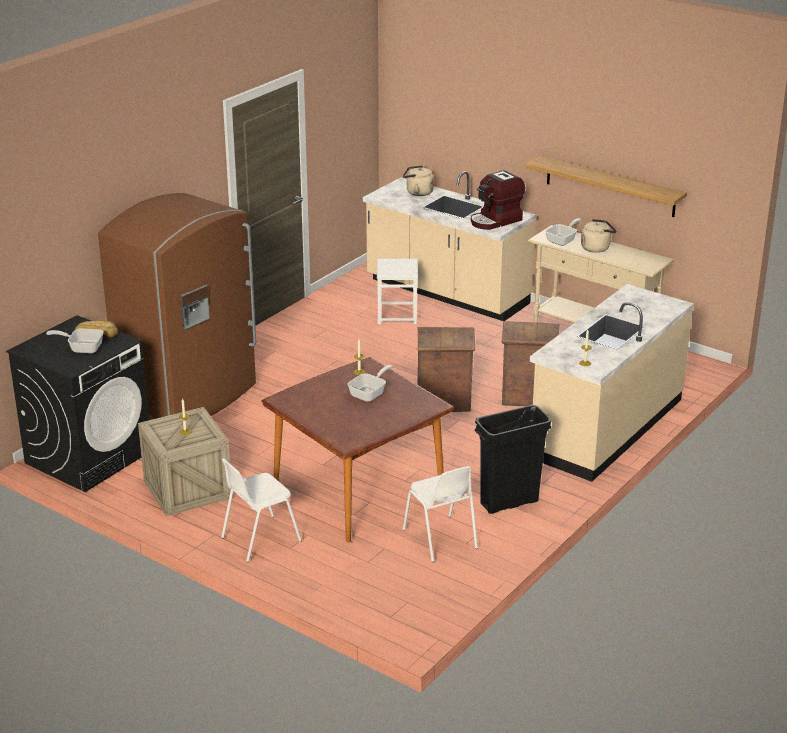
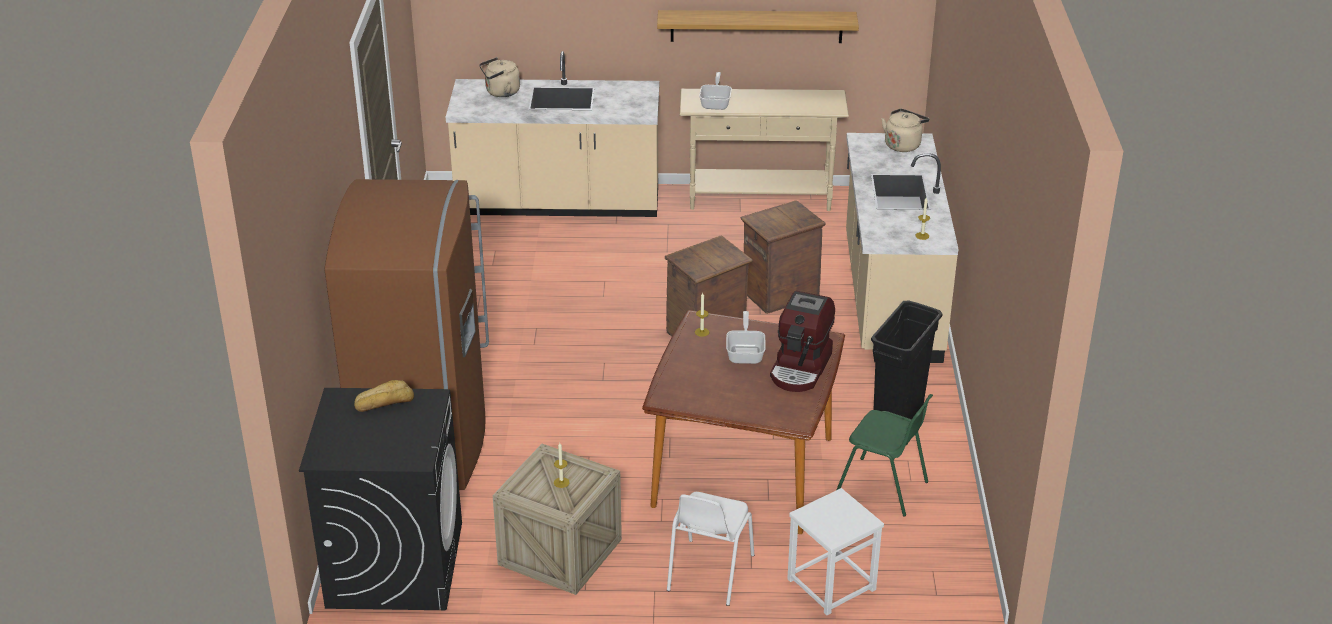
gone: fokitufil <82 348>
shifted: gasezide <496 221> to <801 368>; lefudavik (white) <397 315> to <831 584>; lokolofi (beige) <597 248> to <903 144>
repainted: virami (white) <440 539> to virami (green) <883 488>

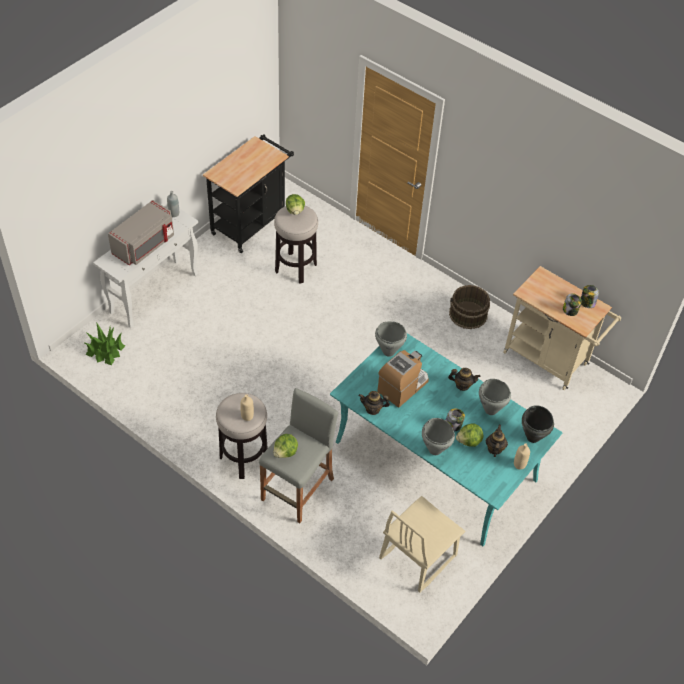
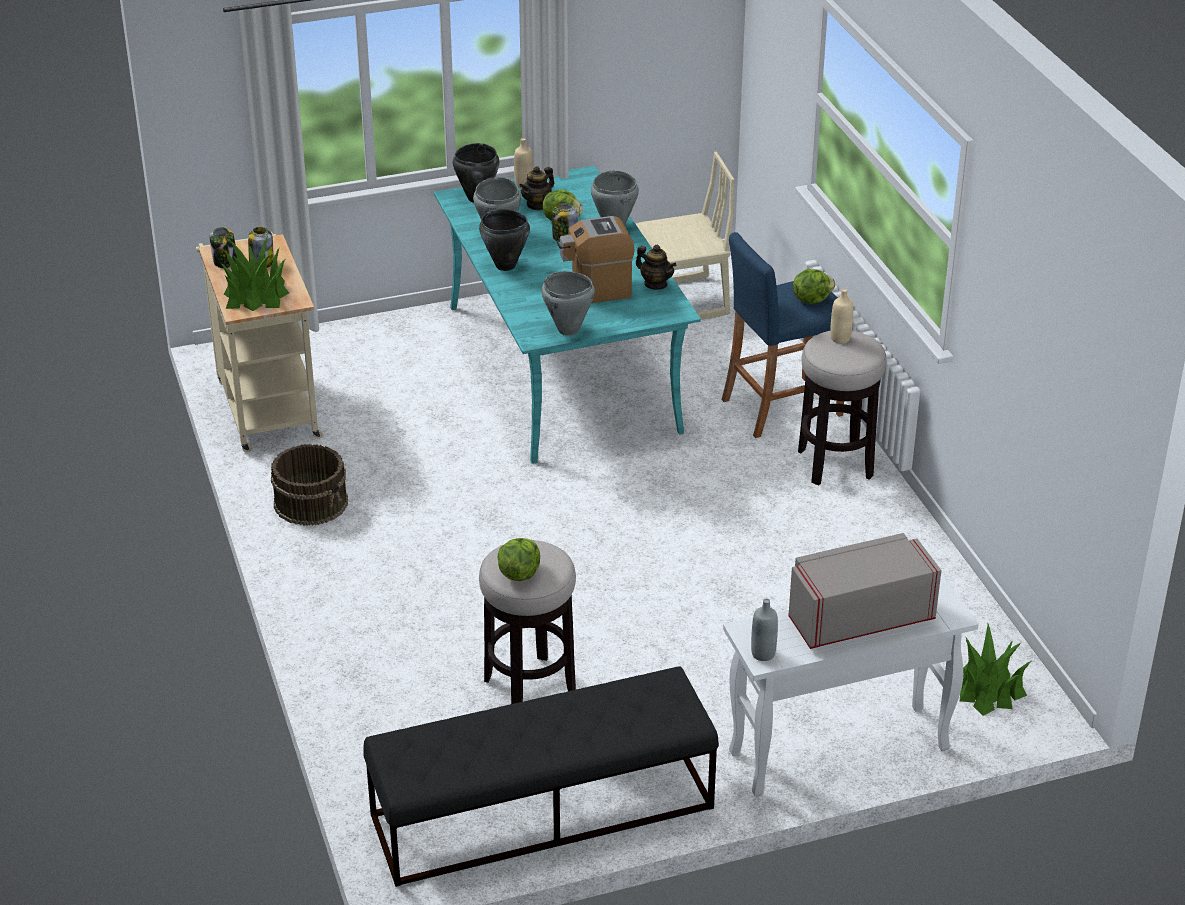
new: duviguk <255 294>
swapped: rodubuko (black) <251 222> to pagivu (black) <541 812>; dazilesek <462 385> to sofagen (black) <505 266>
repainted: lefudavik (grey) <298 489> to lefudavik (blue) <781 407>

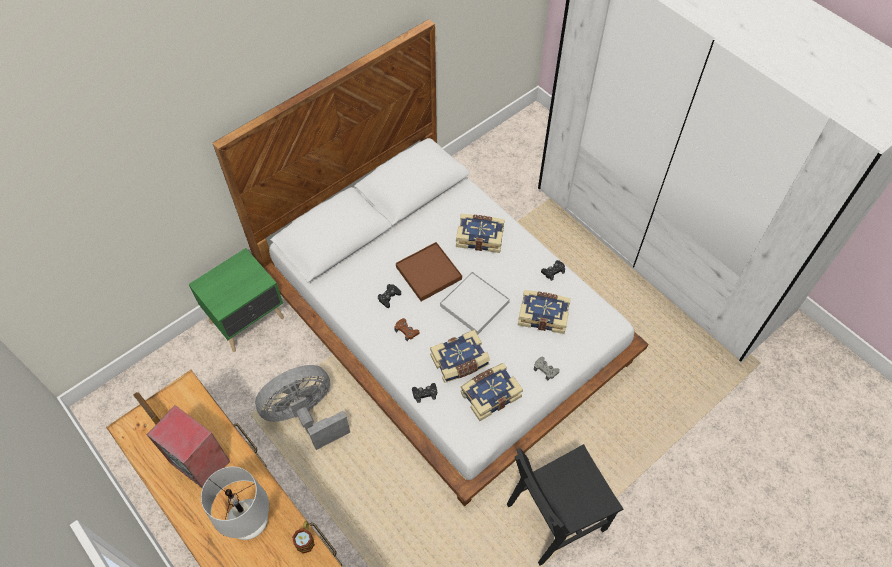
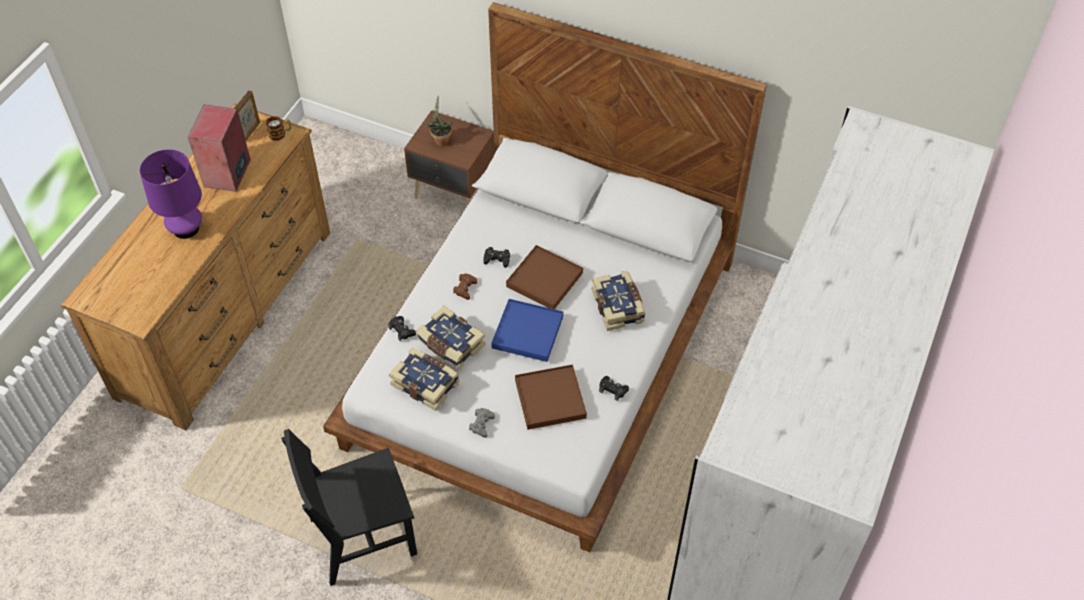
gone: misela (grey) <306 416>
new: duviguk <440 140>
shifted: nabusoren <306 539> to <280 134>
swapped: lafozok <543 314> to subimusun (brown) <550 399>
repainted: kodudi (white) <250 523> to kodudi (purple) <186 228>; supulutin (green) <249 320> to supulutin (brown) <454 193>; subimusun (white) <474 304> to subimusun (blue) <528 332>
rotated: virami (black) <555 517> = <362 536> 60 degrees counterclockwise

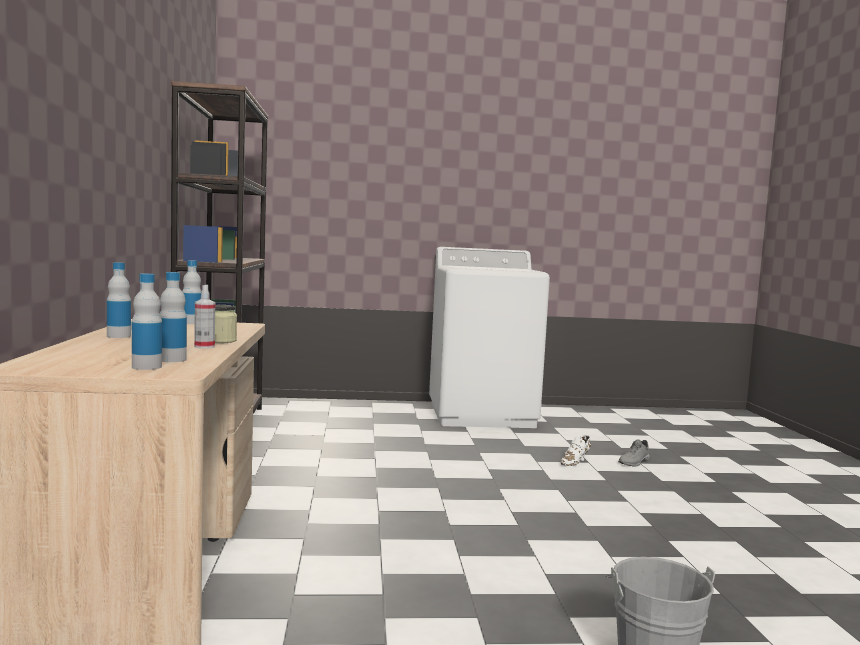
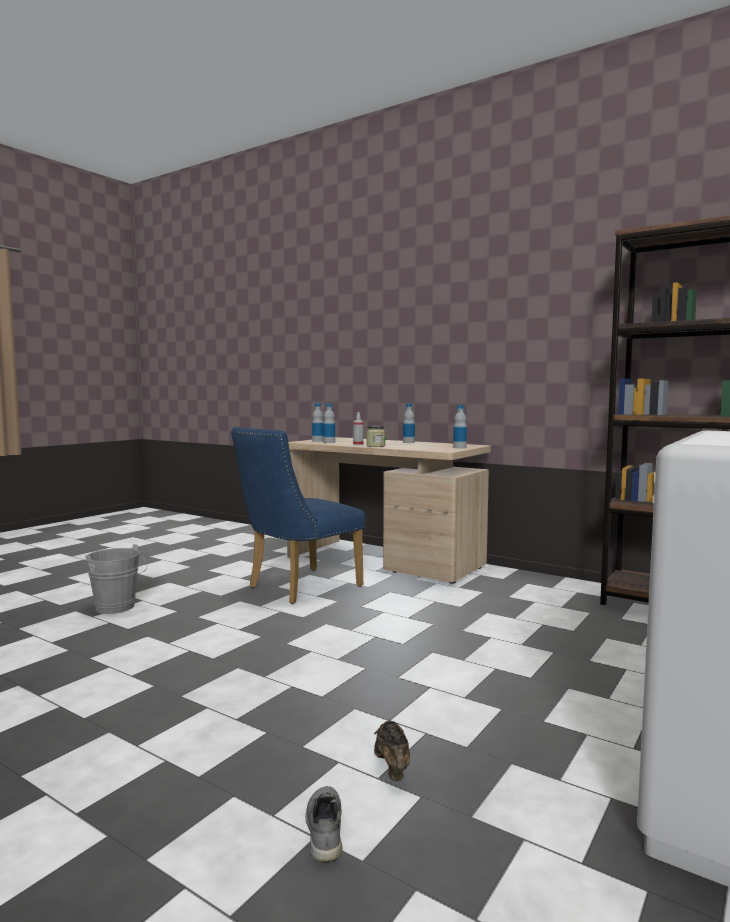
new: virami (blue) <297 588>
repainted: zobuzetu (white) <575 462> to zobuzetu (brown) <391 765>

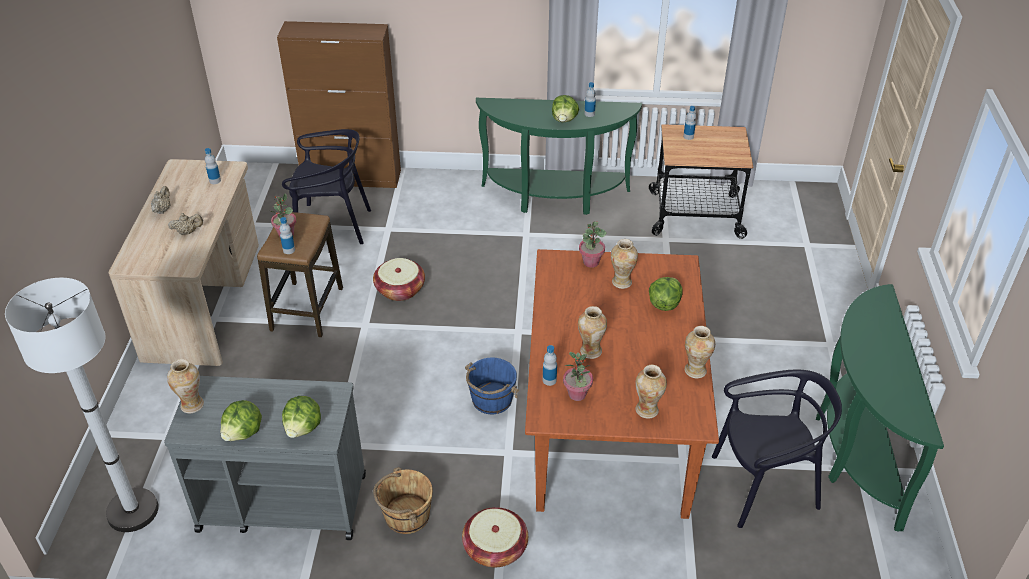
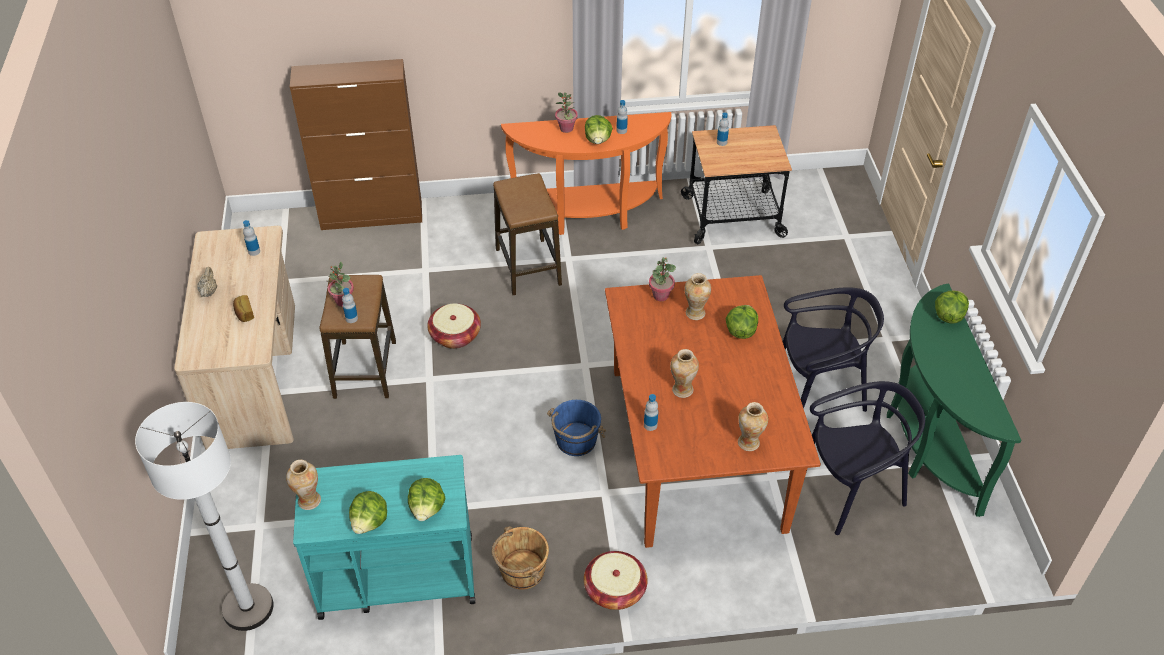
gone: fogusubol <695 371>
new: lefudavik <528 267>; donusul <948 316>
shifted: duviguk <577 394> to <566 128>; virami (black) <332 226> to <818 391>
swapped: dazilesek (beige) <188 232> to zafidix <244 313>
repainted: rodubuko (grey) <281 502> to rodubuko (turquoise) <395 576>; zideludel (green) <555 198> to zideludel (orange) <588 215>

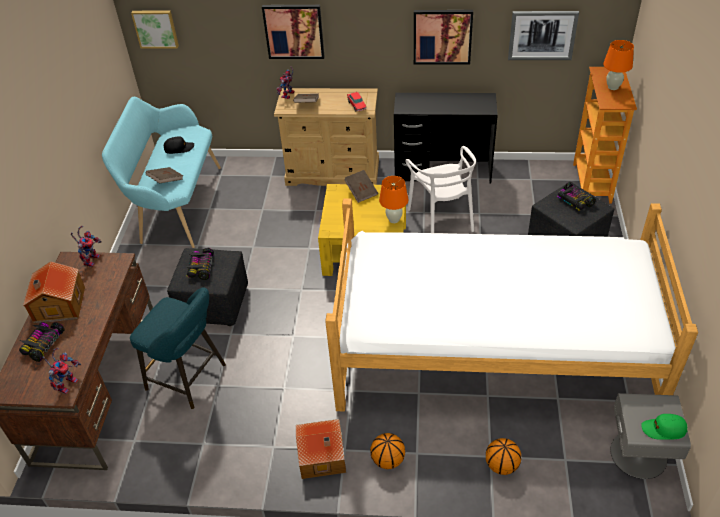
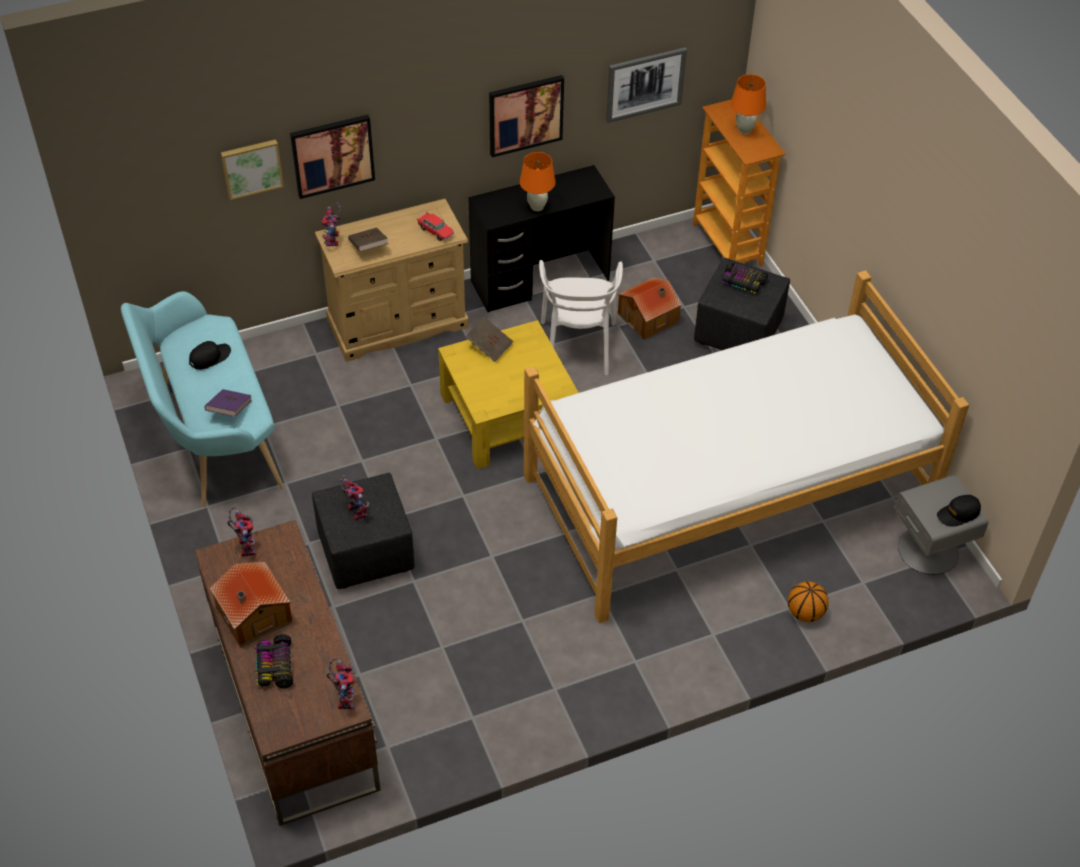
gone: lefudavik (turquoise) <190 379>; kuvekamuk <388 460>
shifted: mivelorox <155 28> to <251 167>; kodudi (orange) <394 220> to <537 207>; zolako <322 457> to <649 318>
swapped: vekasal <200 268> to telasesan <355 510>
repainted: lafozok (brown) <166 181> to lafozok (purple) <229 410>; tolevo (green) <663 429> to tolevo (black) <958 514>
rotated: virami (white) <442 219> = <578 347> 45 degrees clockwise

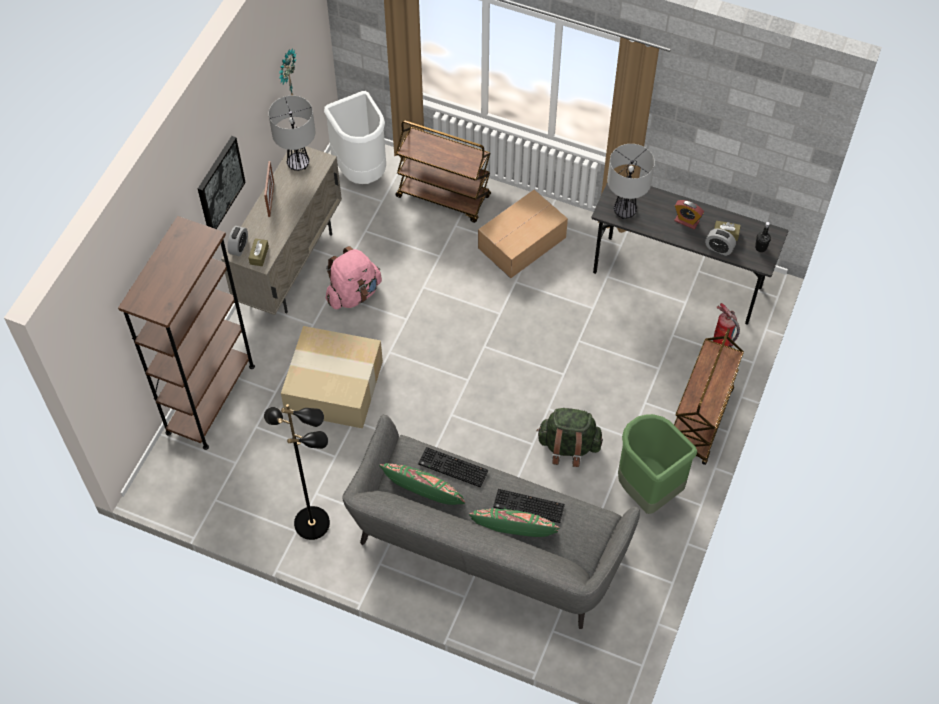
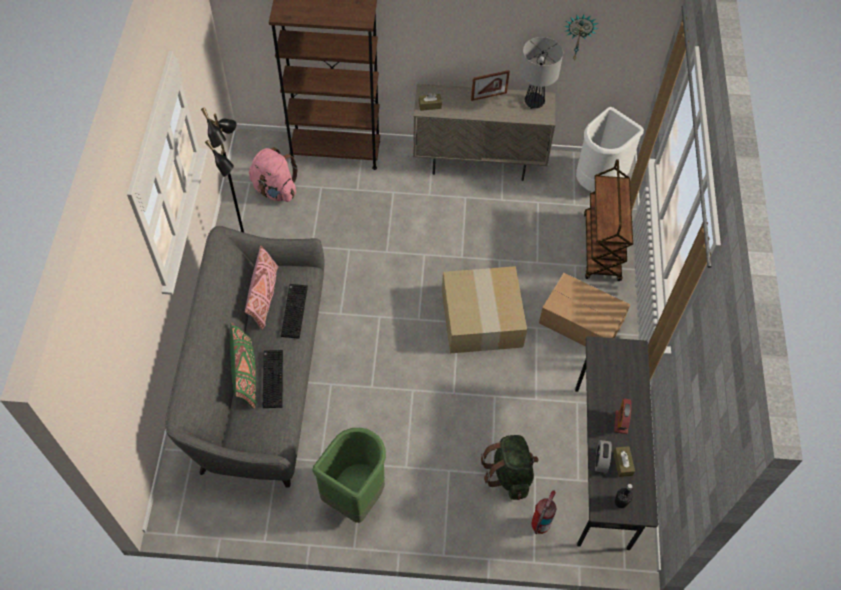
gone: mivelorox <219 184>; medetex <239 247>; kodudi <625 211>; rodubuko (brown) <700 421>
shifted: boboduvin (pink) <354 294> to <275 190>; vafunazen <336 386> to <483 319>; boboduvin (green) <568 447> to <509 473>
repainted: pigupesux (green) <423 493> to pigupesux (pink) <264 297>

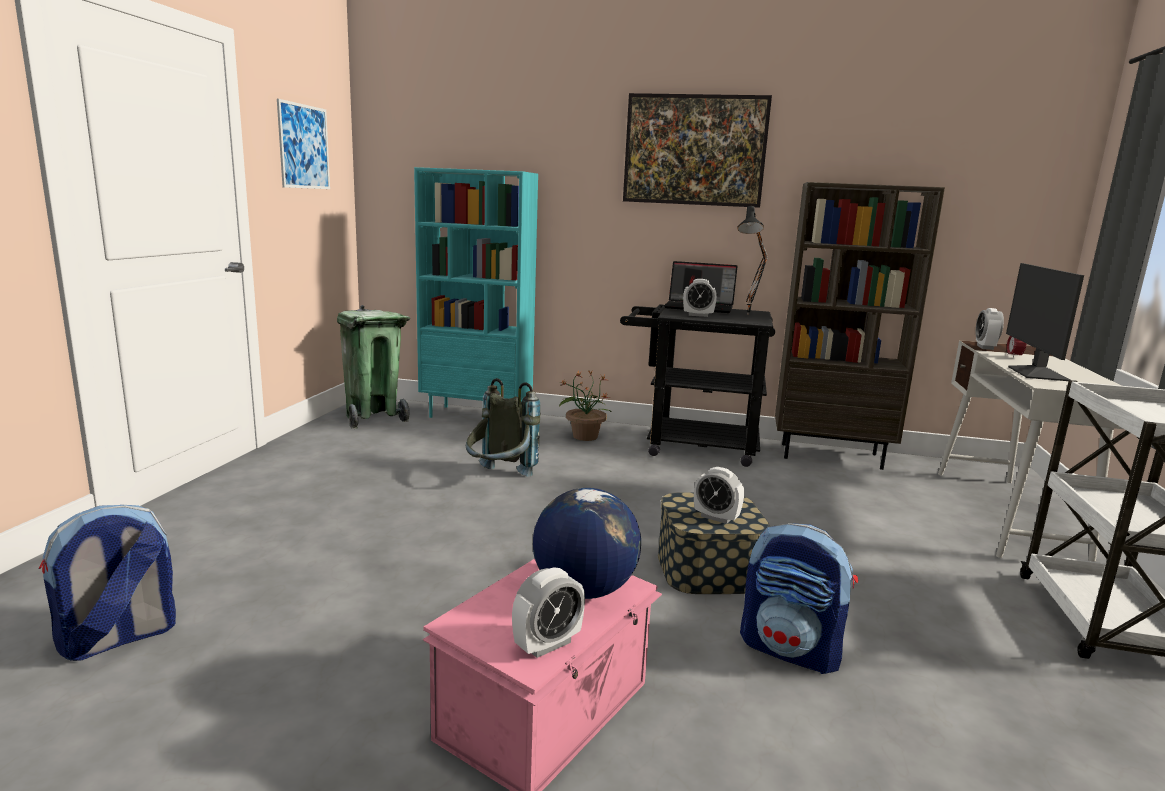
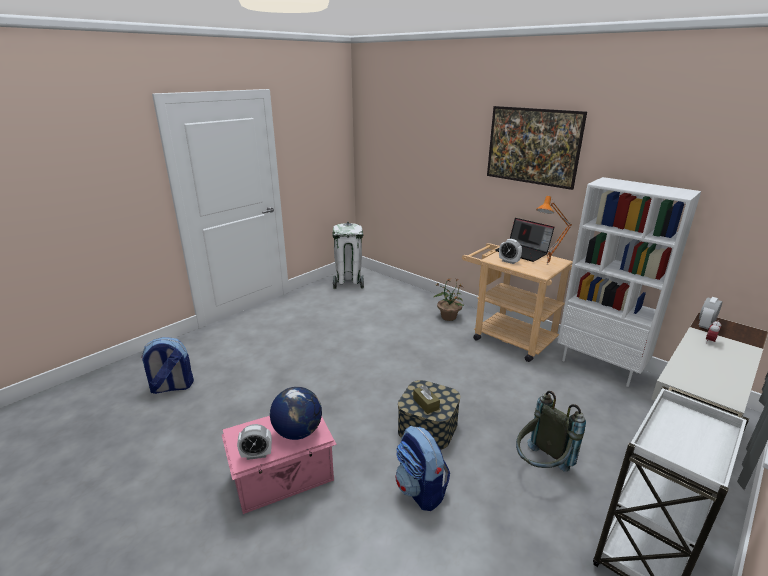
gone: mivelorox <304 146>; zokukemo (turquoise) <477 416>; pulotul <1036 374>
shifted: boboduvin (grey) <499 479> to <540 467>
swapped: medetex <716 517> to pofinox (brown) <426 404>
repainted: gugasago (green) <373 418> to gugasago (white) <348 282>; rodubuko (black) <690 446> to rodubuko (beige) <507 337>; kodudi (black) <750 315> to kodudi (orange) <548 264>; zokukemo (brown) <831 456> to zokukemo (white) <600 366>

